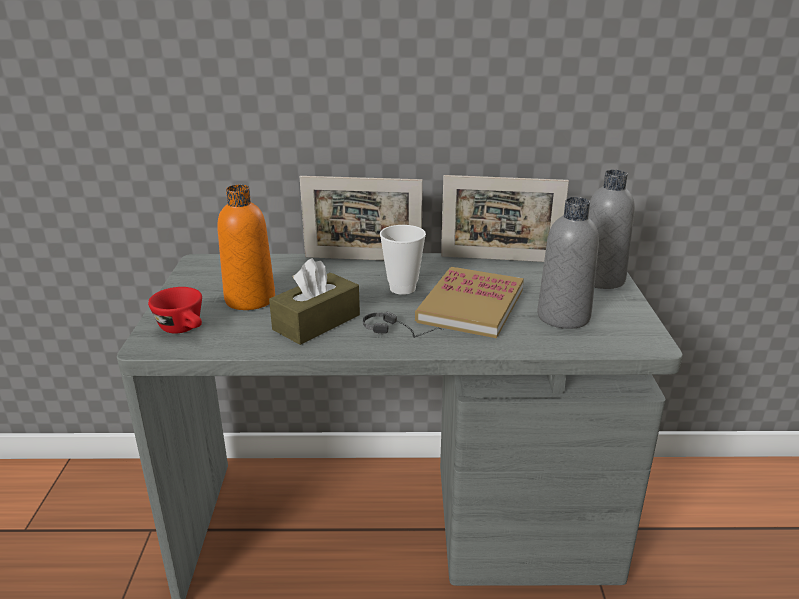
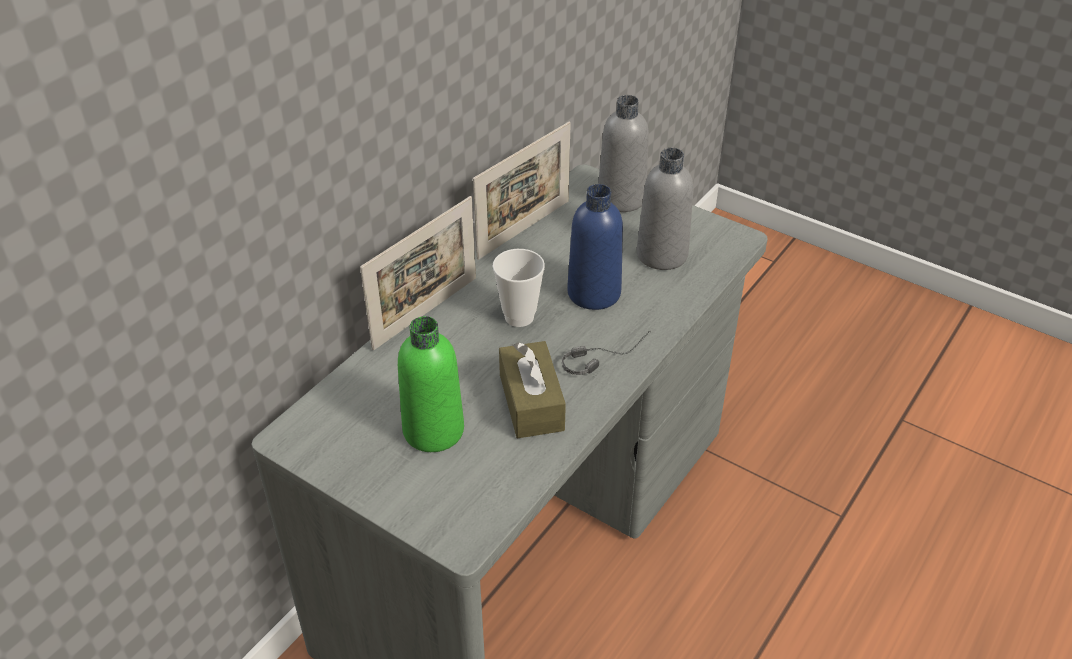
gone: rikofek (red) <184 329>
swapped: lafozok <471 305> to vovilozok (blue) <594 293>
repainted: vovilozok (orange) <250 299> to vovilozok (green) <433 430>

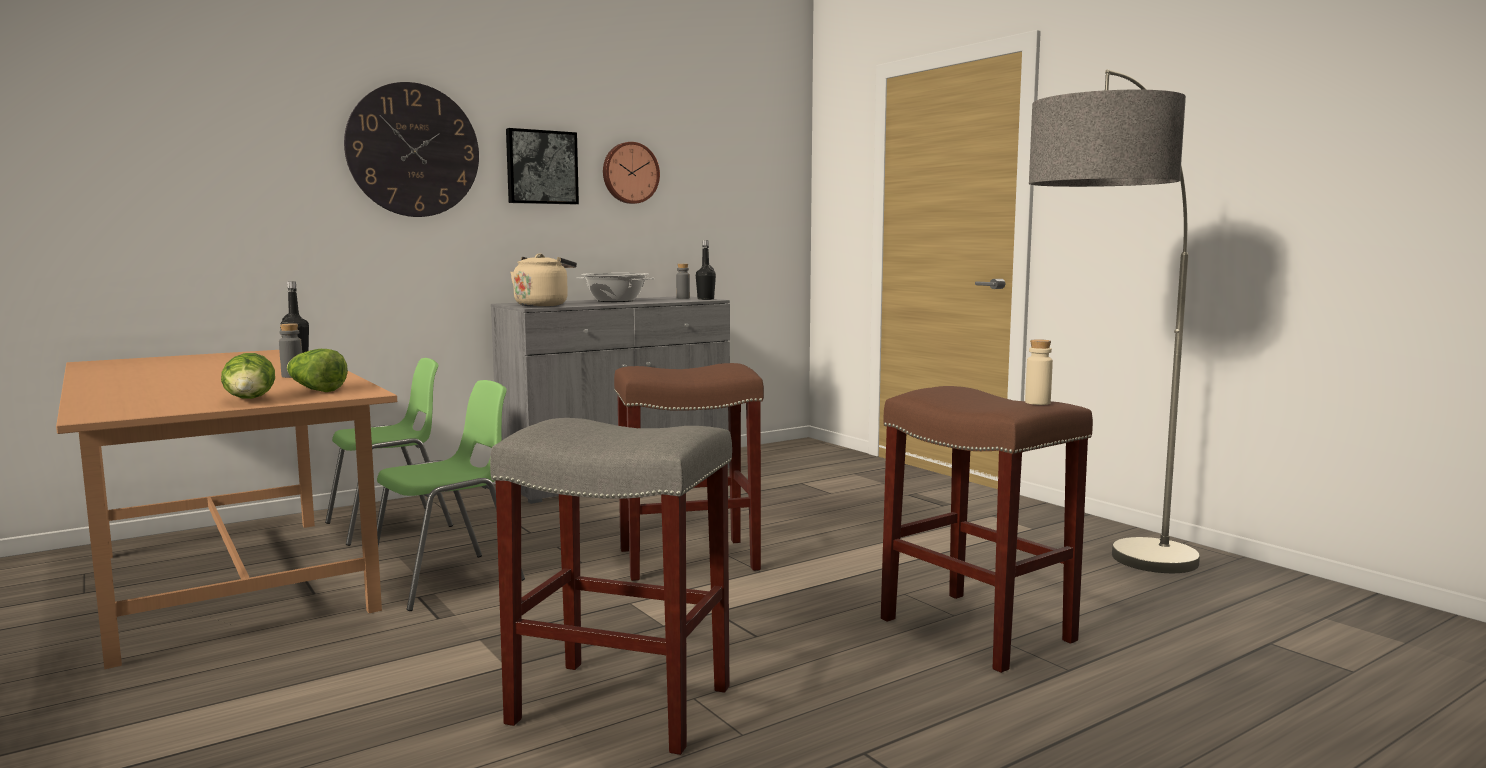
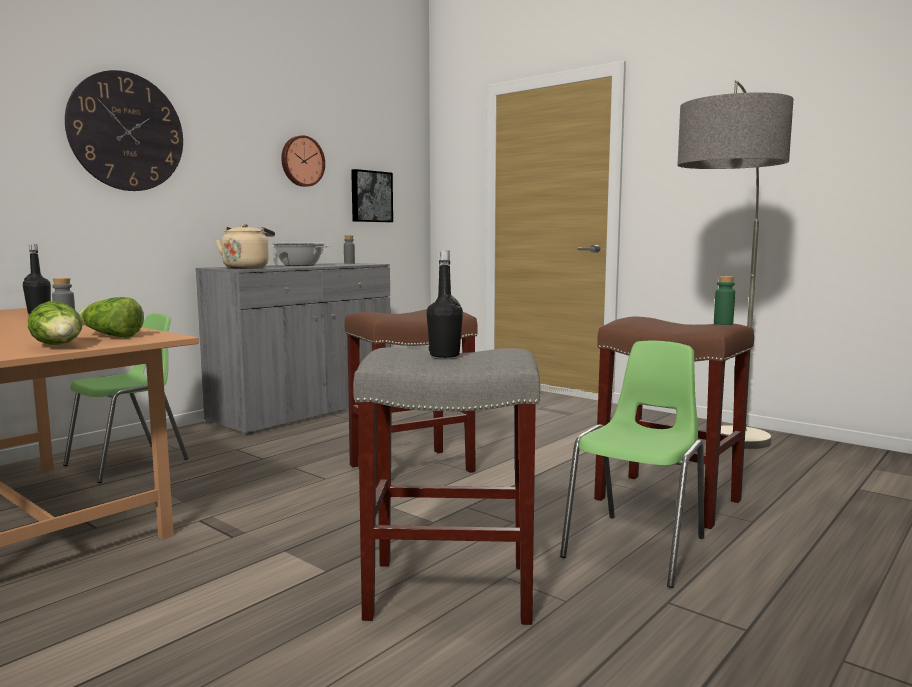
shifted: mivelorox <541 167> to <370 196>; vovilozok (black) <705 299> to <444 355>; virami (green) <448 581> to <637 547>
repainted: vovilozok (beige) <1037 403> to vovilozok (green) <723 323>

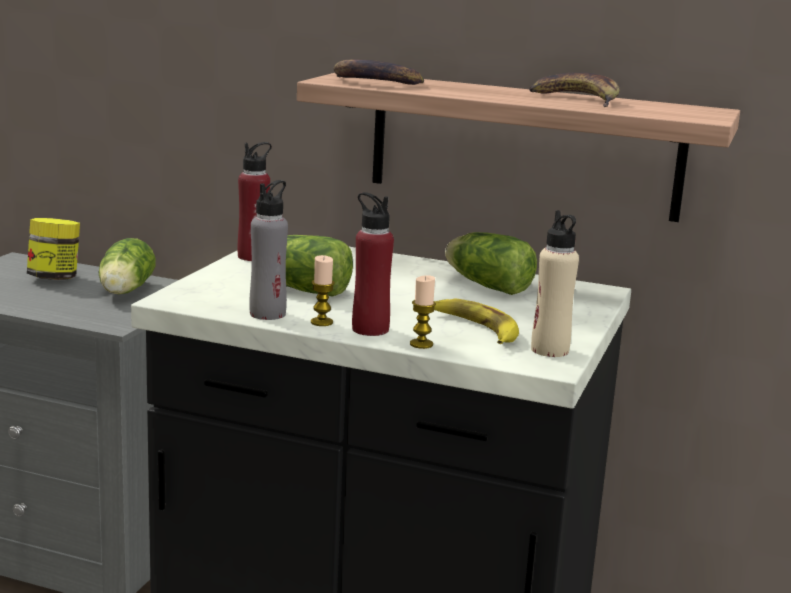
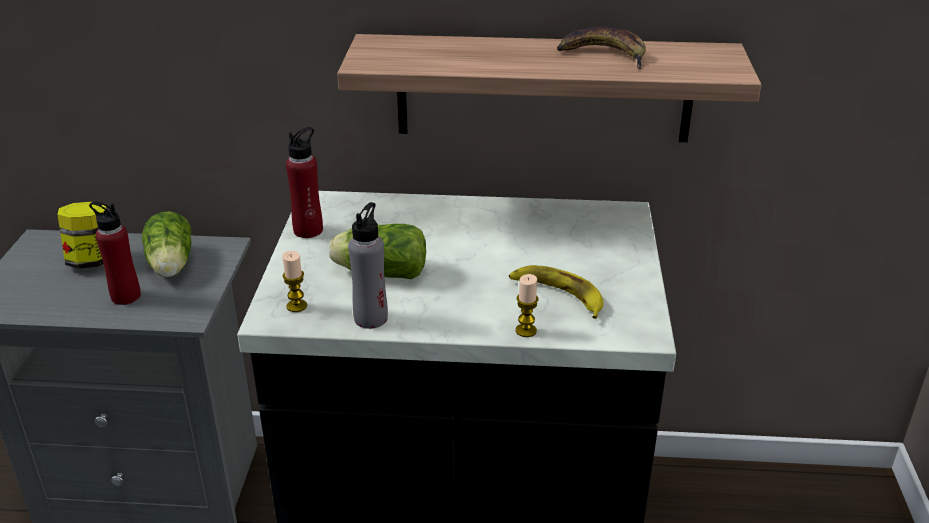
gone: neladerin <374 83>; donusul <485 285>; vovilozok (beige) <550 350>
shifted: vovilozok (red) <370 329> to <126 296>; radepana <321 322> to <296 306>

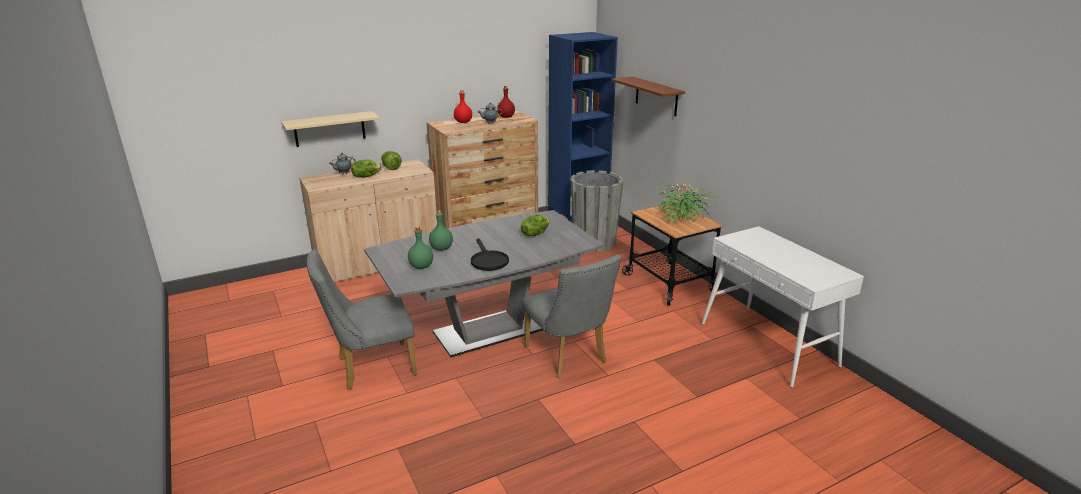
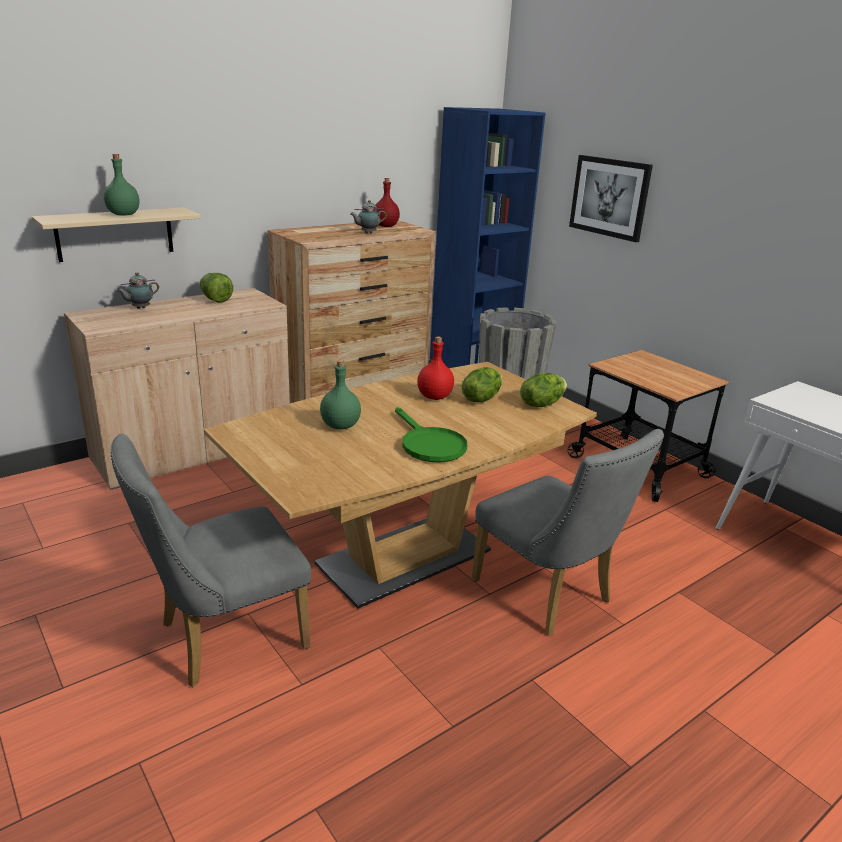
gone: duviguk <681 218>
shifted: vovilozok (green) <420 266> to <123 214>; vovilozok (red) <463 122> to <435 397>; donusul <366 176> to <541 404>
swapped: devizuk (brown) <656 96> to mivelorox <609 197>
repainted: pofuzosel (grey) <488 331> to pofuzosel (brown) <404 558>; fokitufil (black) <488 260> to fokitufil (green) <429 444>

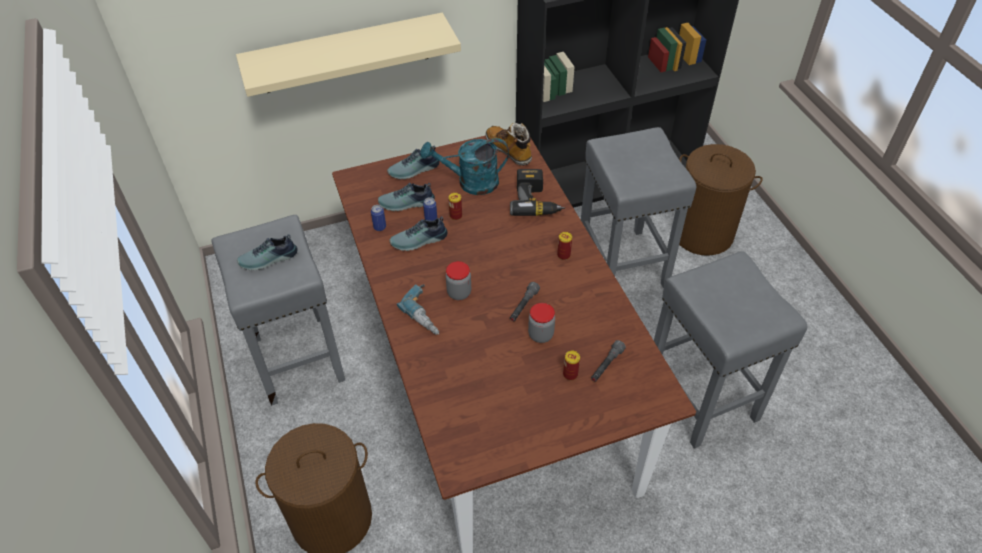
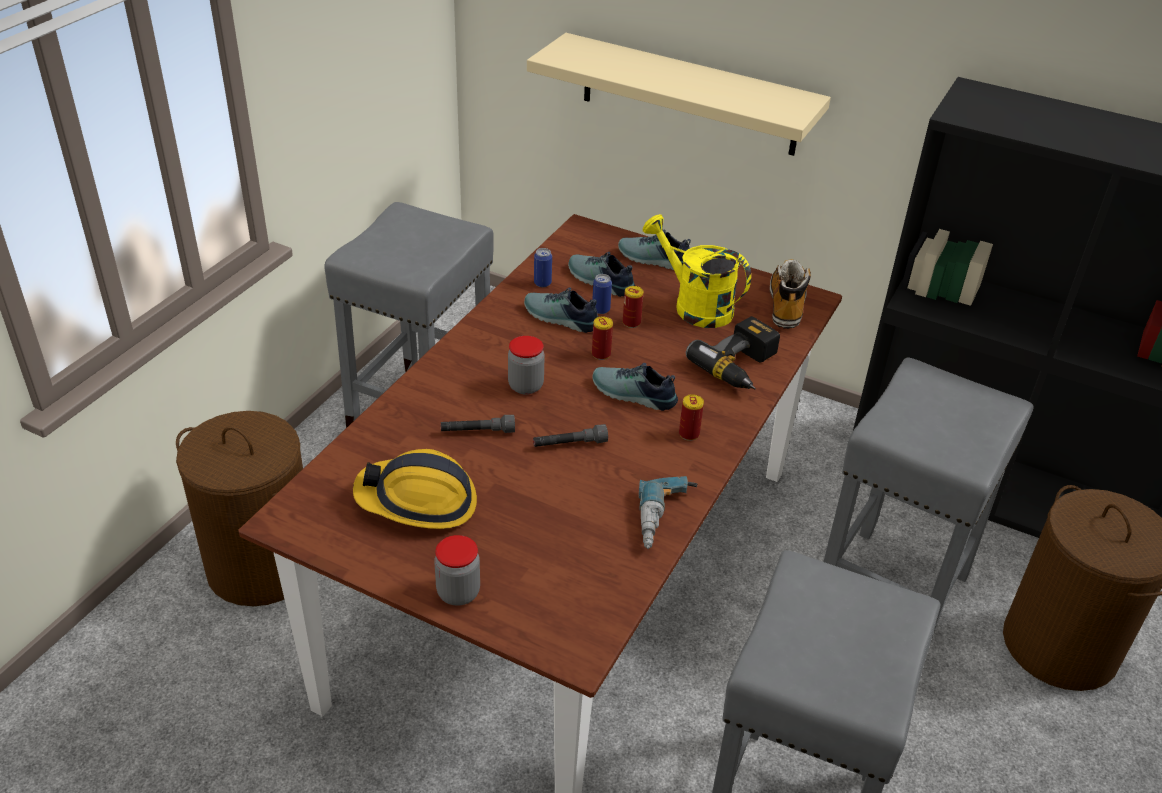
new: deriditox <418 502>
shifted: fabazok <540 334> to <458 593>; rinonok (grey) <606 365> to <477 432>; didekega <570 374> to <601 354>; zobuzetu <269 259> to <633 395>; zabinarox <427 313> to <667 520>
repainted: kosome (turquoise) <470 183> to kosome (yellow) <694 306>

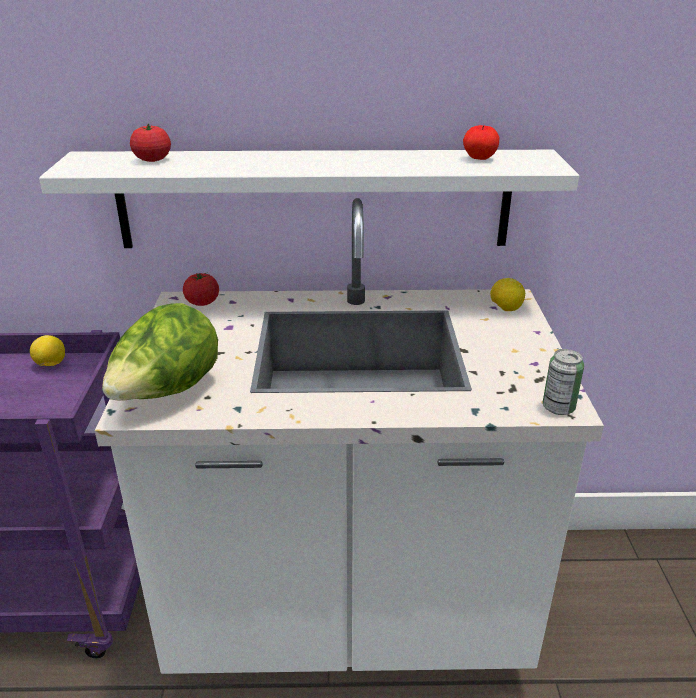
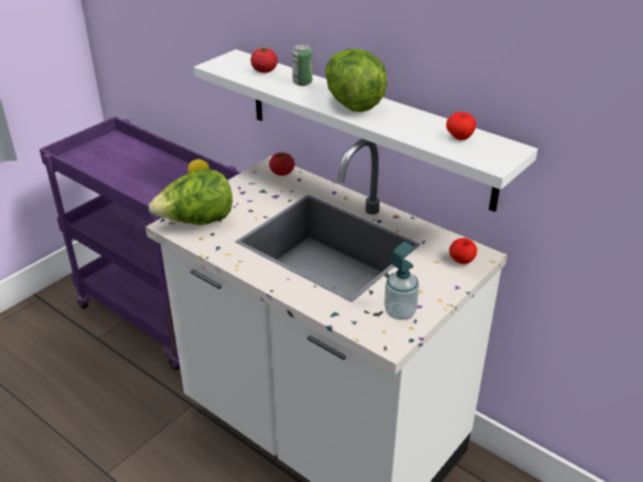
new: donusul <352 103>; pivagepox <400 312>
shifted: didekega <558 408> to <302 82>
swapped: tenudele <505 309> to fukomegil <461 261>

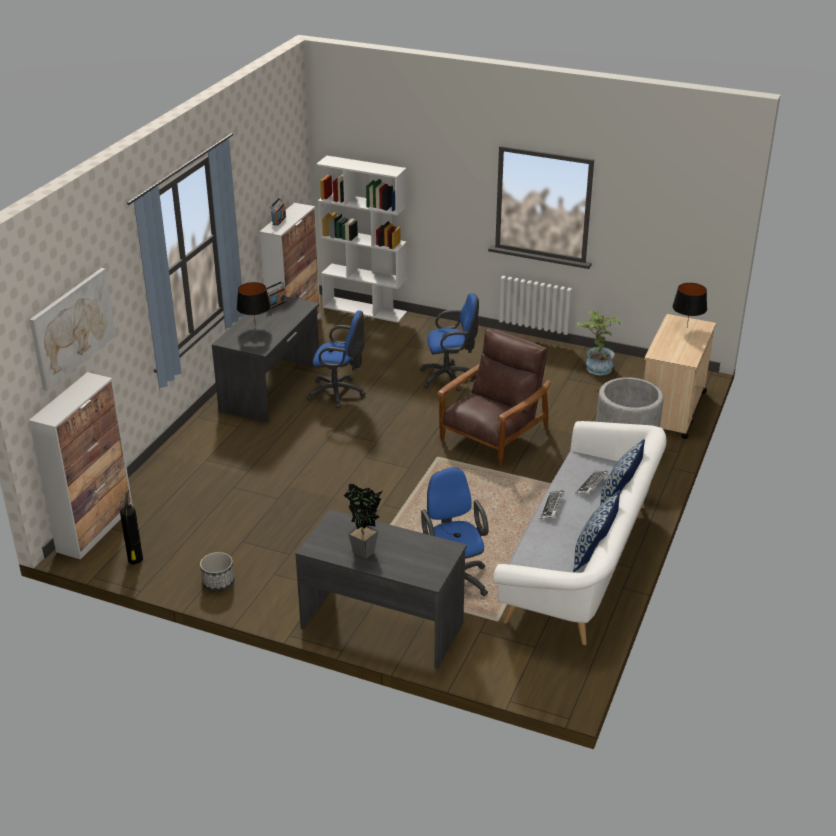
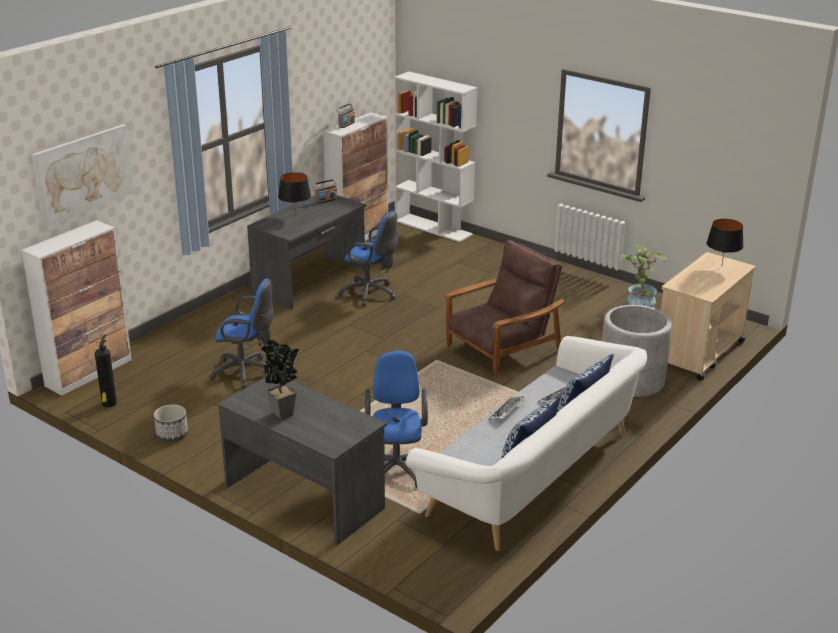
shifted: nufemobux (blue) <450 377> to <246 372>

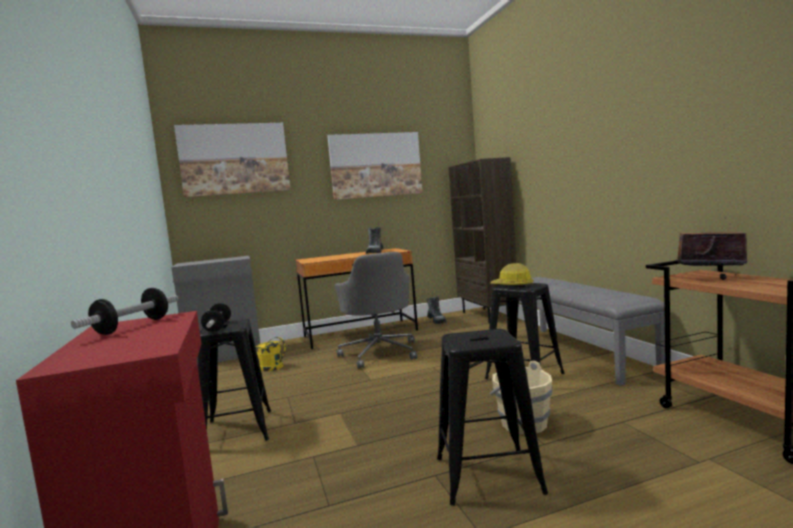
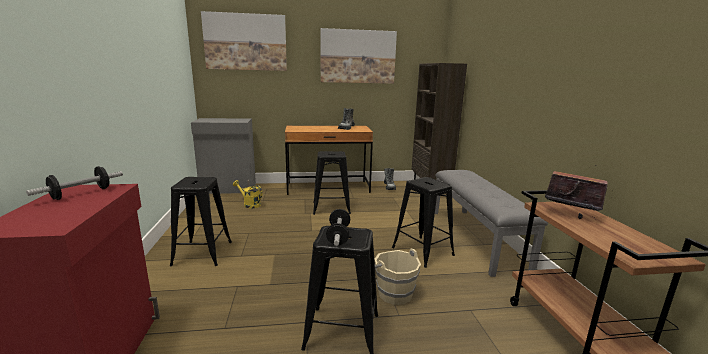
gone: deriditox <512 286>
shifted: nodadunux <218 327> to <338 236>
swapped: nufemobux (grey) <380 353> to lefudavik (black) <331 208>

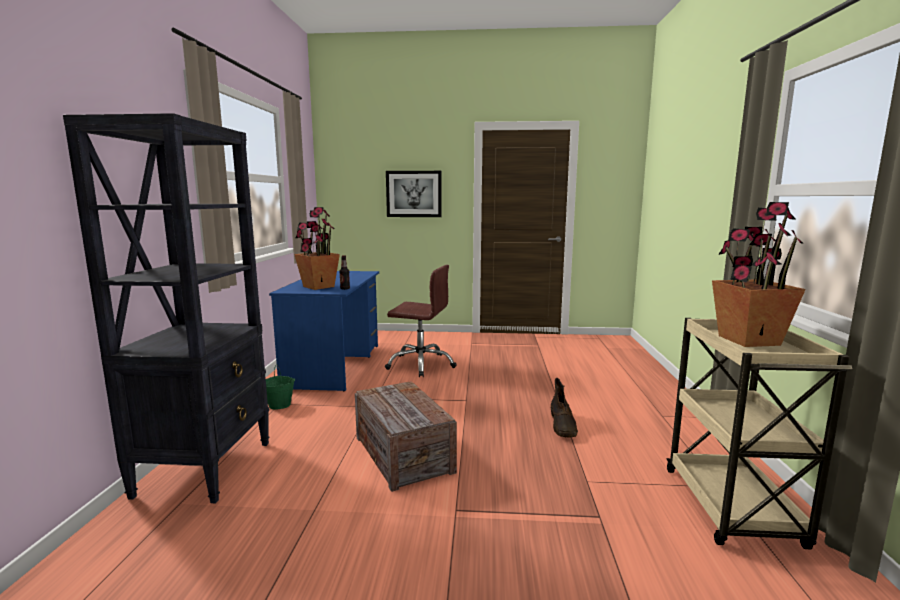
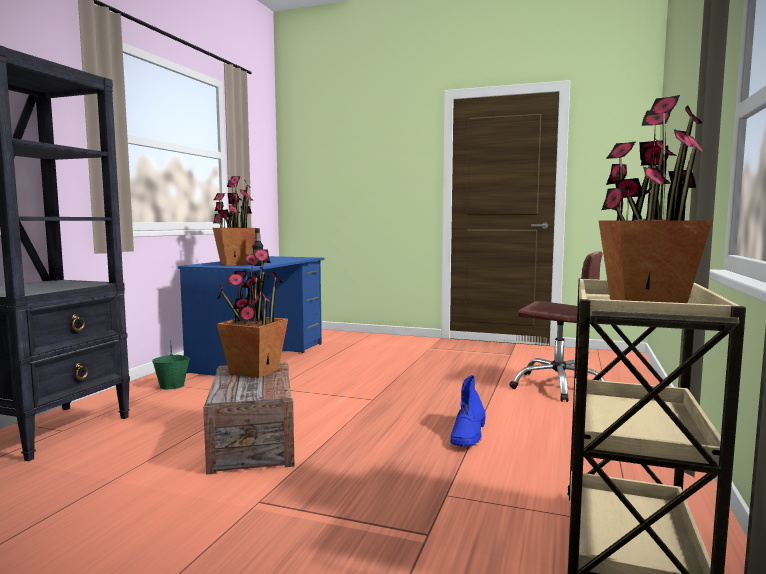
gone: mivelorox <414 194>
new: duviguk <253 371>
shifted: nufemobux (brown) <421 364> to <558 386>
repainted: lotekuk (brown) <563 425> to lotekuk (blue) <468 435>

